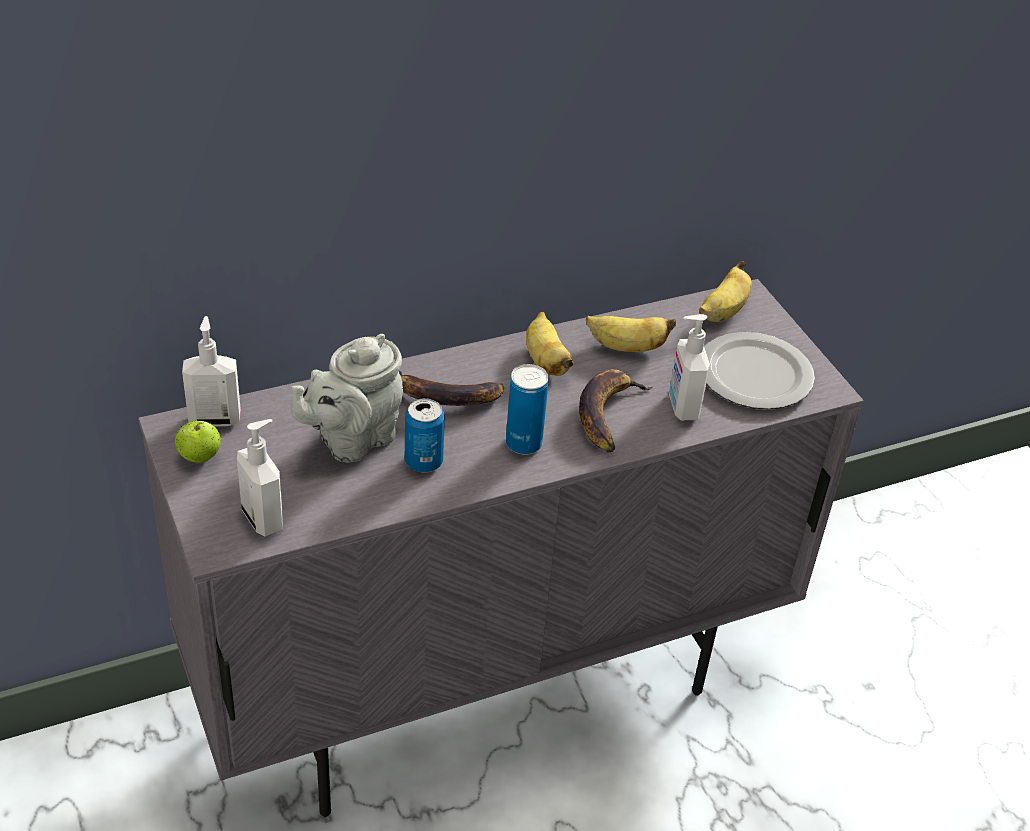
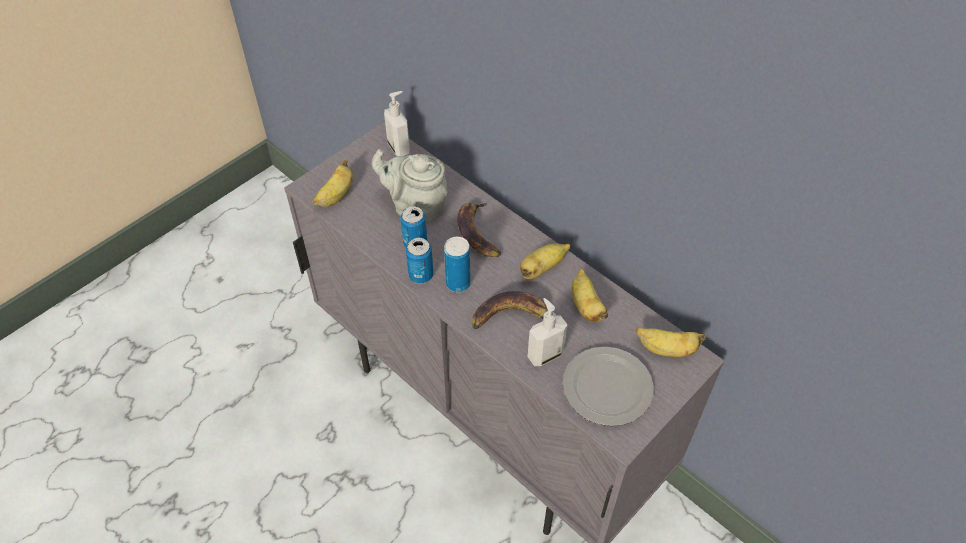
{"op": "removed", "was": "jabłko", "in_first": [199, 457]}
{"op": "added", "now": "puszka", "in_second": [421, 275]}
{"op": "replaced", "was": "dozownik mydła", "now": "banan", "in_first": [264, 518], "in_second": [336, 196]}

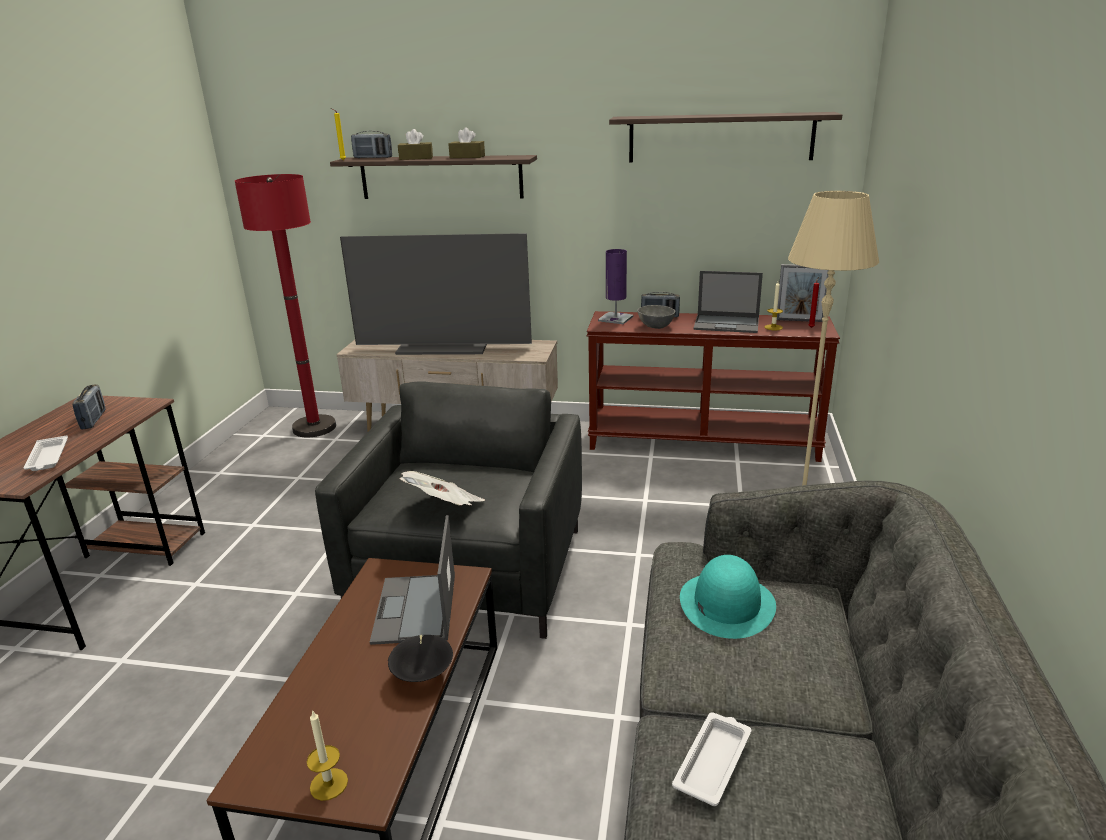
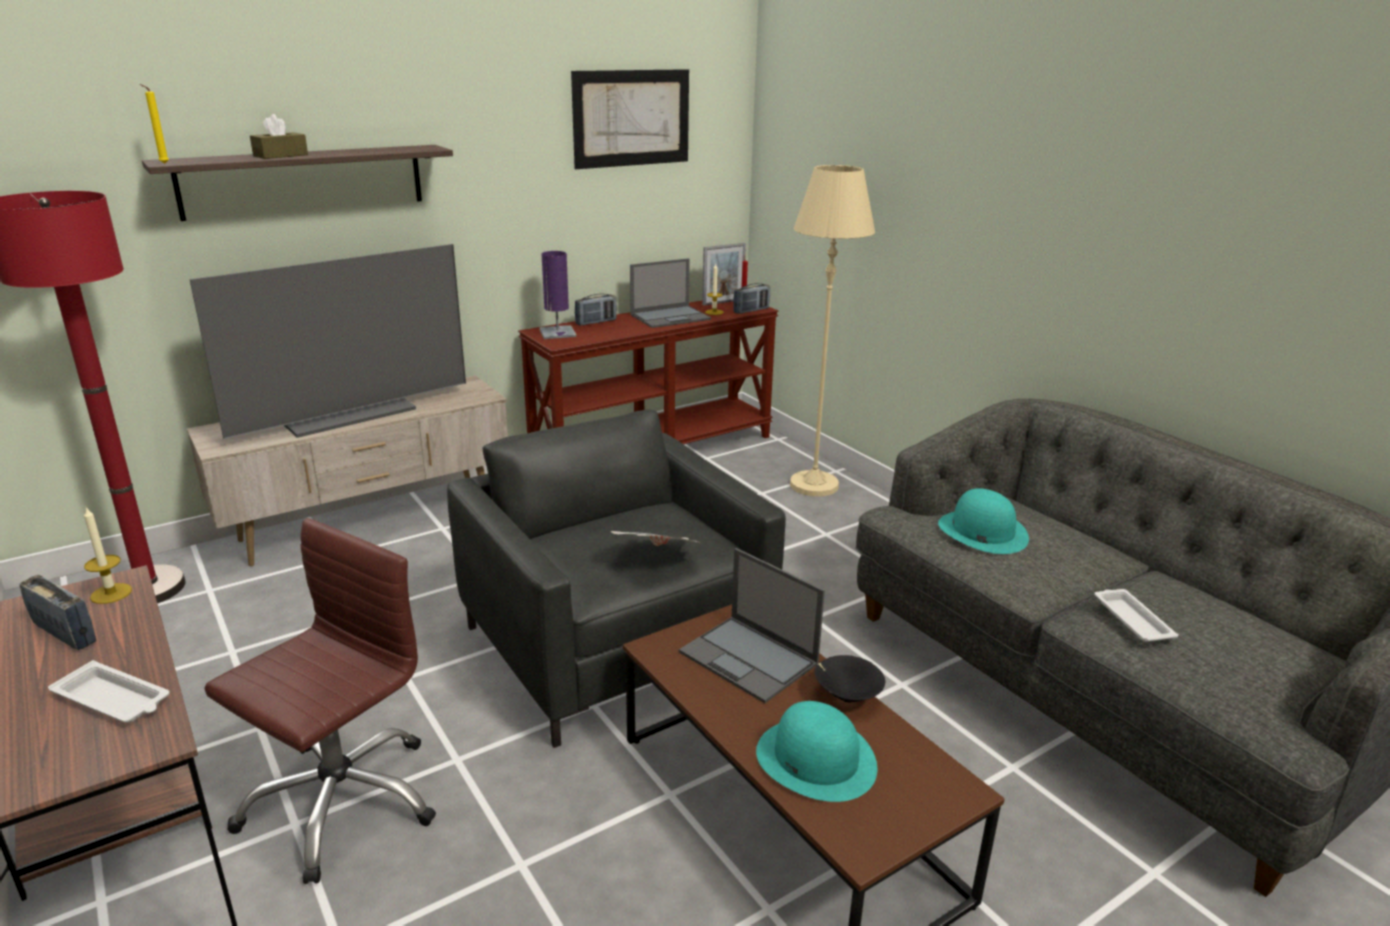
{"op": "removed", "was": "pudełko chusteczek [brązowy]", "in_first": [467, 157]}
{"op": "removed", "was": "miska [szary]", "in_first": [655, 326]}
{"op": "added", "now": "krzesło biurowe [brązowy]", "in_second": [341, 801]}
{"op": "added", "now": "kapelusz [turkusowy]", "in_second": [816, 759]}
{"op": "moved", "was": "świeca", "in_first": [329, 784], "in_second": [111, 593]}
{"op": "moved", "was": "radio", "in_first": [373, 158], "in_second": [751, 311]}
{"op": "replaced", "was": "półka", "now": "obraz", "in_first": [720, 138], "in_second": [632, 118]}

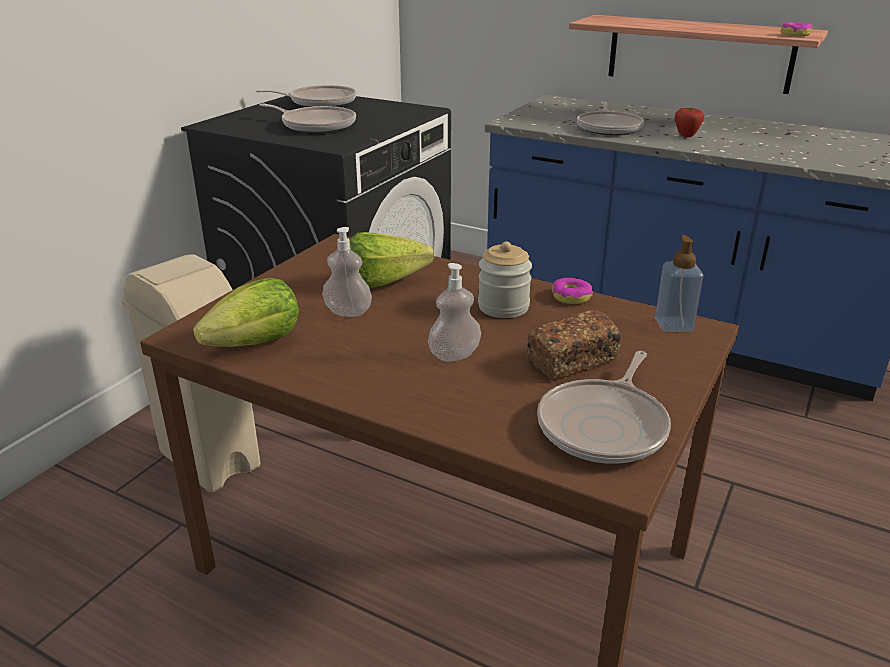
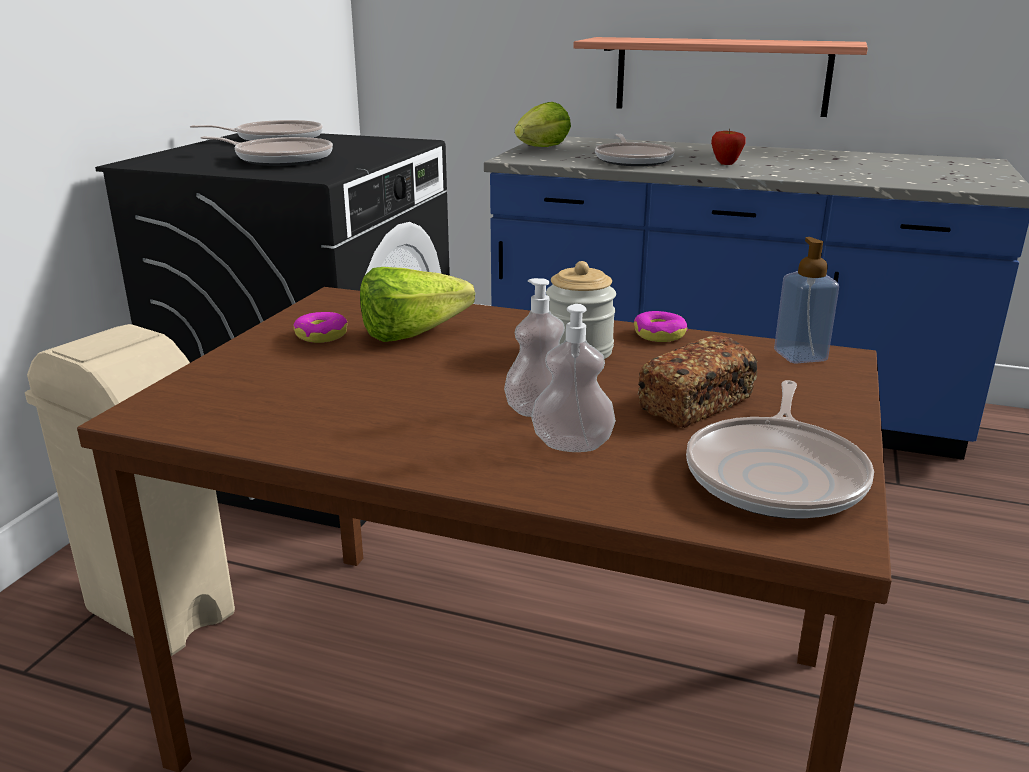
{"op": "moved", "was": "sałata", "in_first": [256, 343], "in_second": [543, 148]}
{"op": "moved", "was": "dozownik mydła", "in_first": [348, 312], "in_second": [572, 445]}
{"op": "moved", "was": "donut", "in_first": [795, 34], "in_second": [322, 335]}

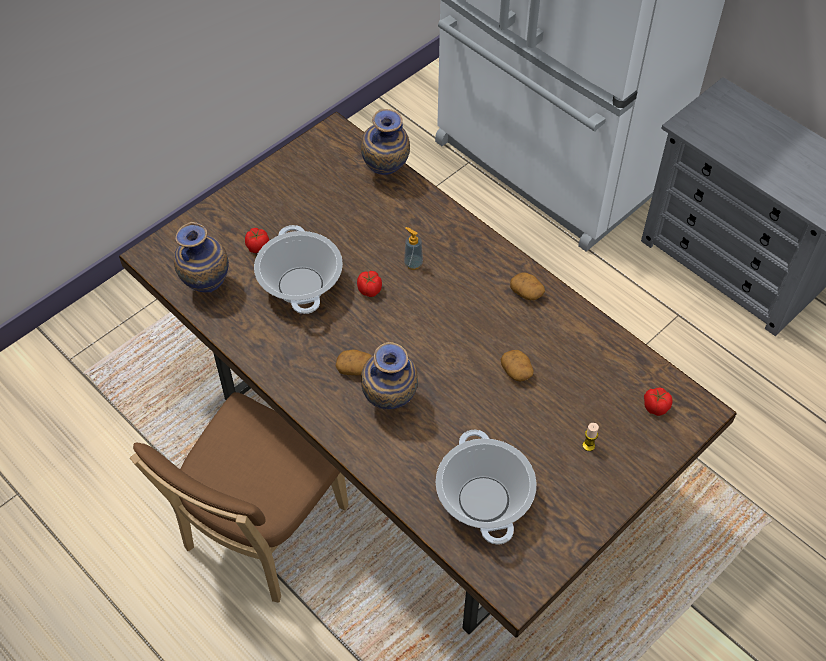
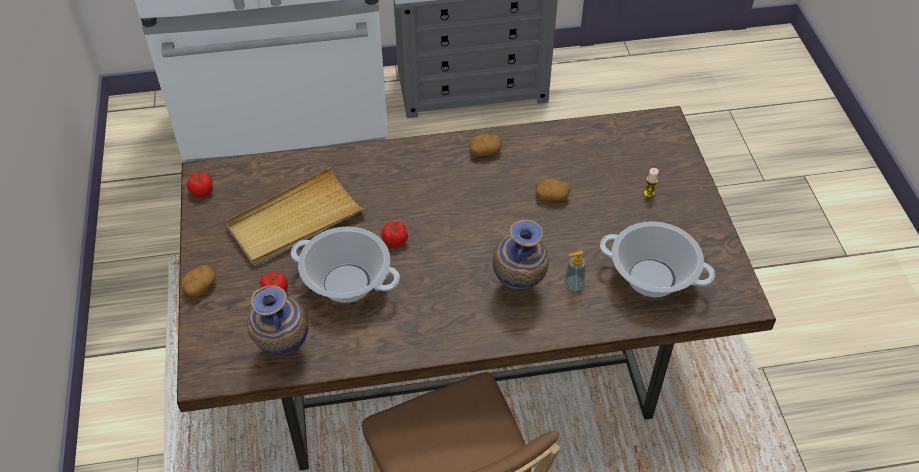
{"op": "removed", "was": "wazon", "in_first": [386, 174]}
{"op": "added", "now": "taca [beżowy]", "in_second": [295, 220]}
{"op": "moved", "was": "ziemniak", "in_first": [355, 368], "in_second": [200, 286]}
{"op": "moved", "was": "dozownik mydła", "in_first": [413, 263], "in_second": [573, 285]}
{"op": "moved", "was": "pomidor", "in_first": [655, 406], "in_second": [201, 191]}

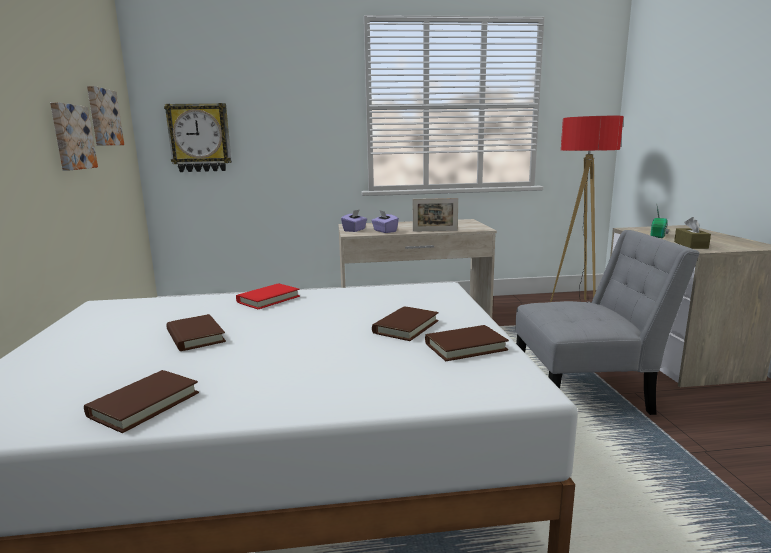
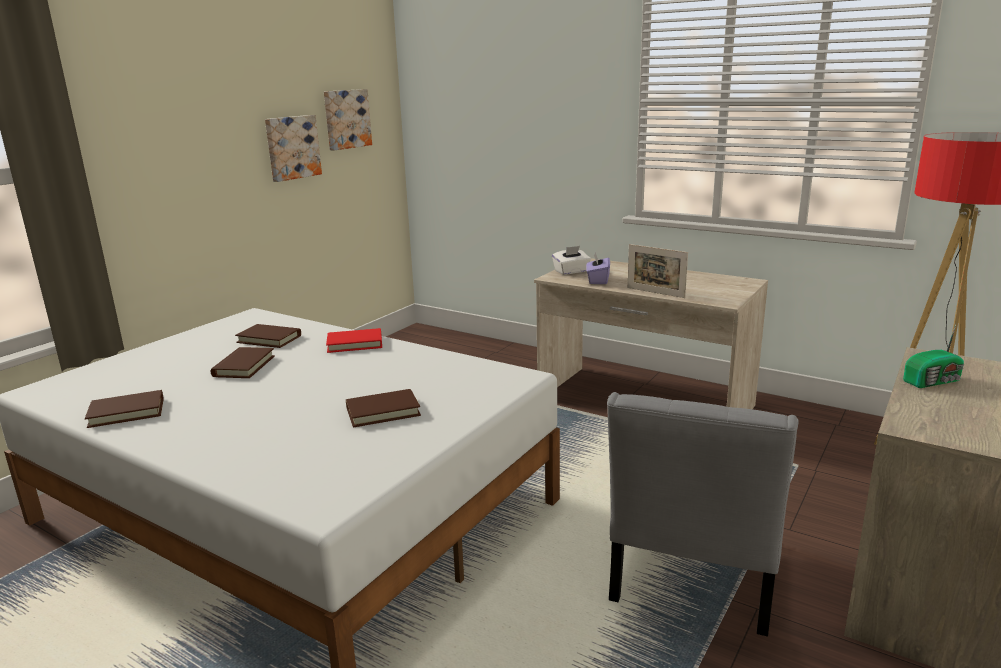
{"op": "removed", "was": "zegar ścienny", "in_first": [200, 138]}
{"op": "removed", "was": "pudełko chusteczek [brązowy]", "in_first": [690, 245]}
{"op": "moved", "was": "książka [brązowy]", "in_first": [465, 346], "in_second": [269, 339]}
{"op": "recoloured", "was": "pudełko chusteczek [fioletowy]", "now": "pudełko chusteczek [biały]", "in_first": [354, 230], "in_second": [571, 271]}
{"op": "turned", "was": "krzesło [szary]", "in_first": [587, 392], "in_second": [692, 577], "clockwise": 75}

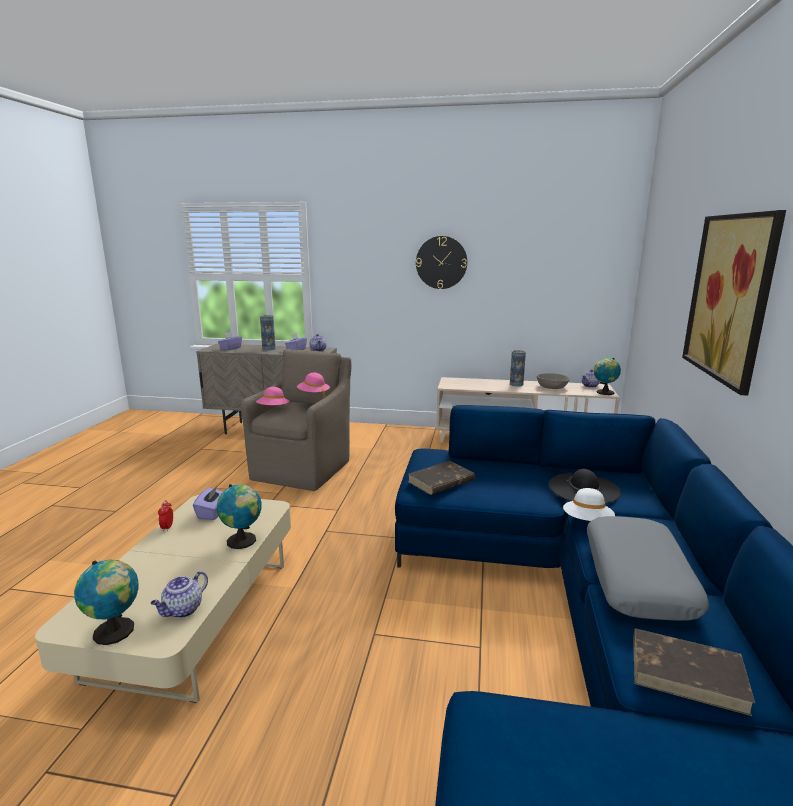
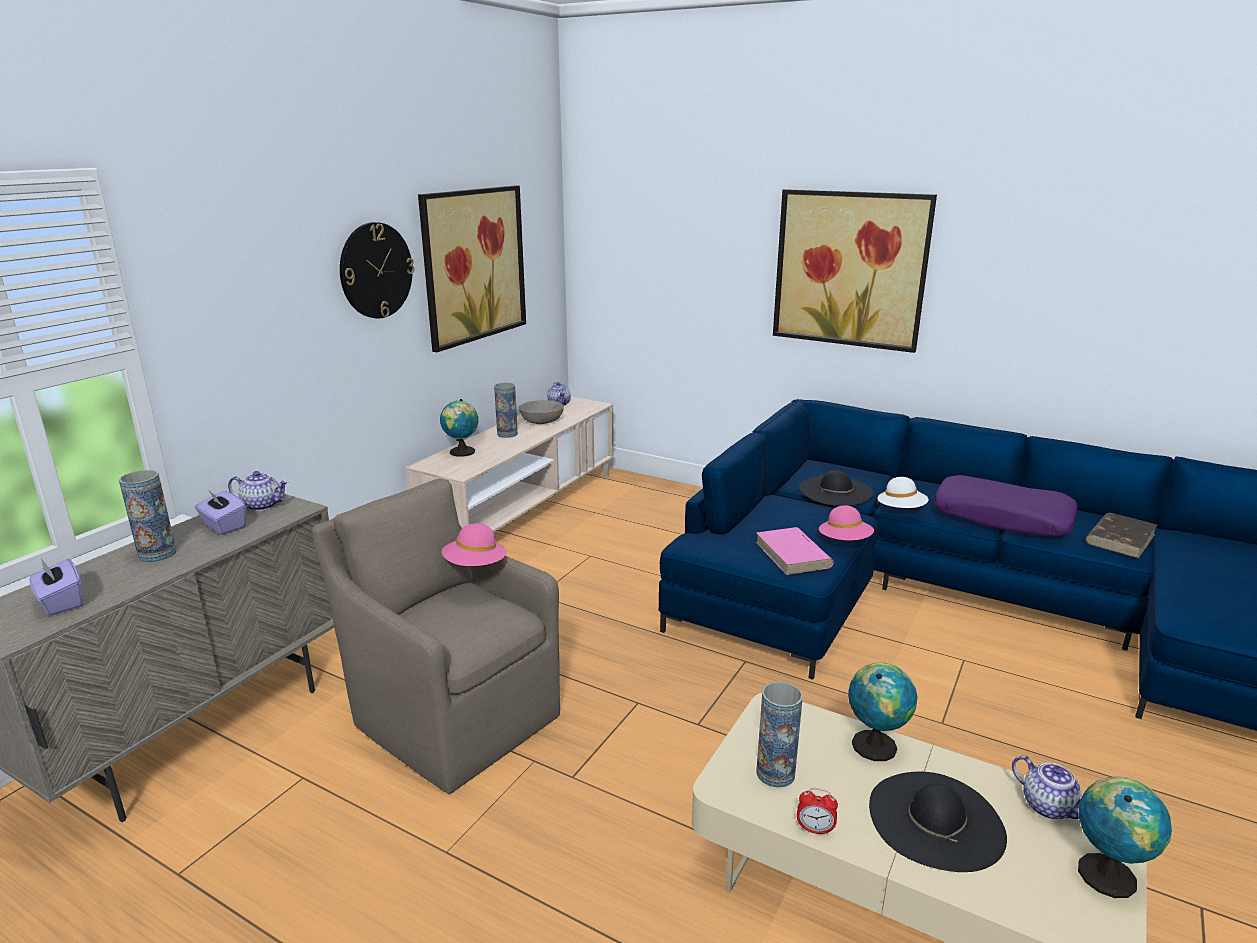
{"op": "added", "now": "obraz", "in_second": [474, 265]}
{"op": "added", "now": "kapelusz [czarny]", "in_second": [935, 820]}
{"op": "moved", "was": "kapelusz [różowy]", "in_first": [273, 409], "in_second": [845, 541]}
{"op": "moved", "was": "globus", "in_first": [604, 392], "in_second": [461, 452]}
{"op": "replaced", "was": "pudełko chusteczek [fioletowy]", "now": "wazon", "in_first": [213, 513], "in_second": [775, 773]}
{"op": "recoloured", "was": "książka [brązowy]", "now": "książka [różowy]", "in_first": [440, 481], "in_second": [793, 555]}
{"op": "recoloured", "was": "poduszka [szary]", "now": "poduszka [fioletowy]", "in_first": [638, 579], "in_second": [1002, 518]}

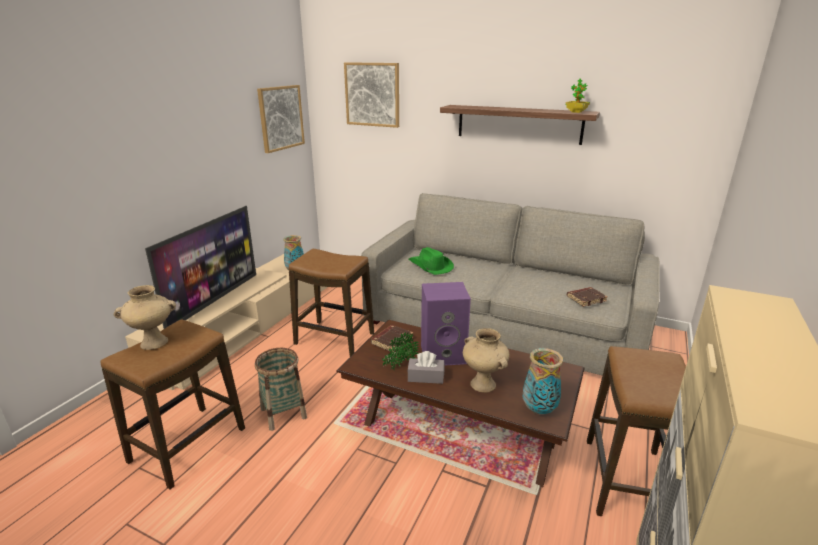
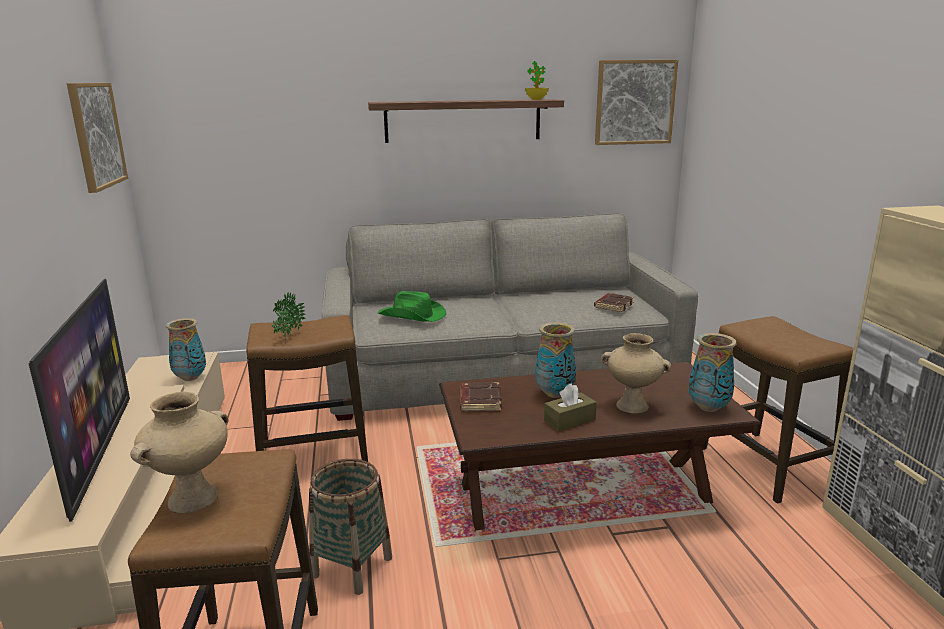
{"op": "moved", "was": "obraz", "in_first": [372, 94], "in_second": [634, 102]}
{"op": "moved", "was": "roślina doniczkowa", "in_first": [399, 366], "in_second": [288, 336]}
{"op": "replaced", "was": "głośnik [fioletowy]", "now": "wazon", "in_first": [444, 354], "in_second": [554, 394]}
{"op": "recoloured", "was": "pudełko chusteczek [szary]", "now": "pudełko chusteczek [brązowy]", "in_first": [426, 377], "in_second": [569, 420]}

